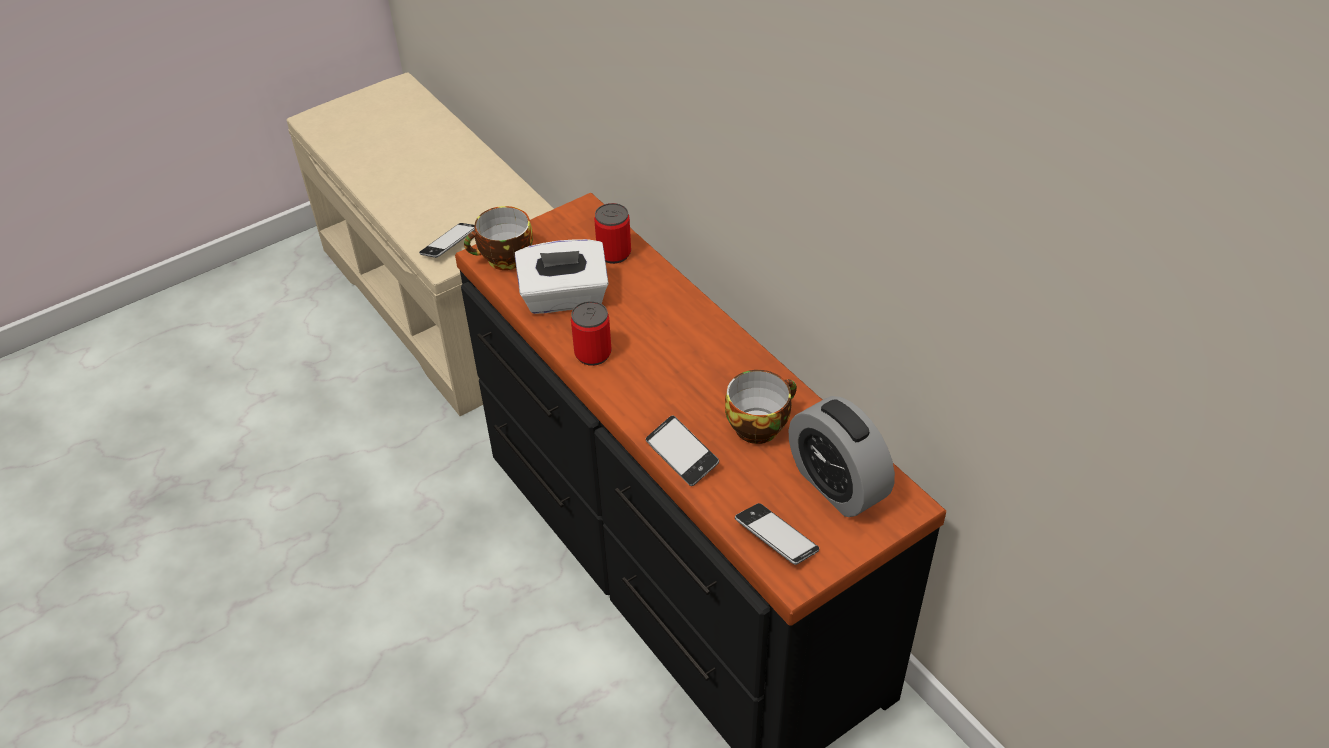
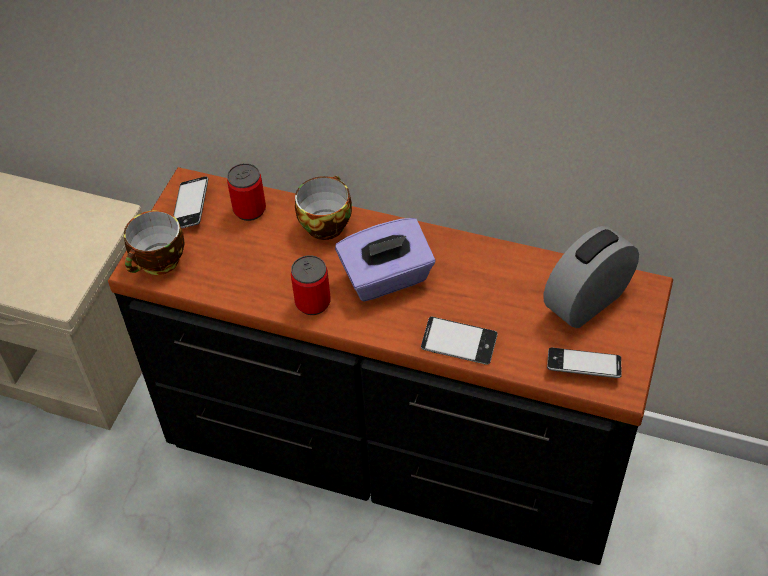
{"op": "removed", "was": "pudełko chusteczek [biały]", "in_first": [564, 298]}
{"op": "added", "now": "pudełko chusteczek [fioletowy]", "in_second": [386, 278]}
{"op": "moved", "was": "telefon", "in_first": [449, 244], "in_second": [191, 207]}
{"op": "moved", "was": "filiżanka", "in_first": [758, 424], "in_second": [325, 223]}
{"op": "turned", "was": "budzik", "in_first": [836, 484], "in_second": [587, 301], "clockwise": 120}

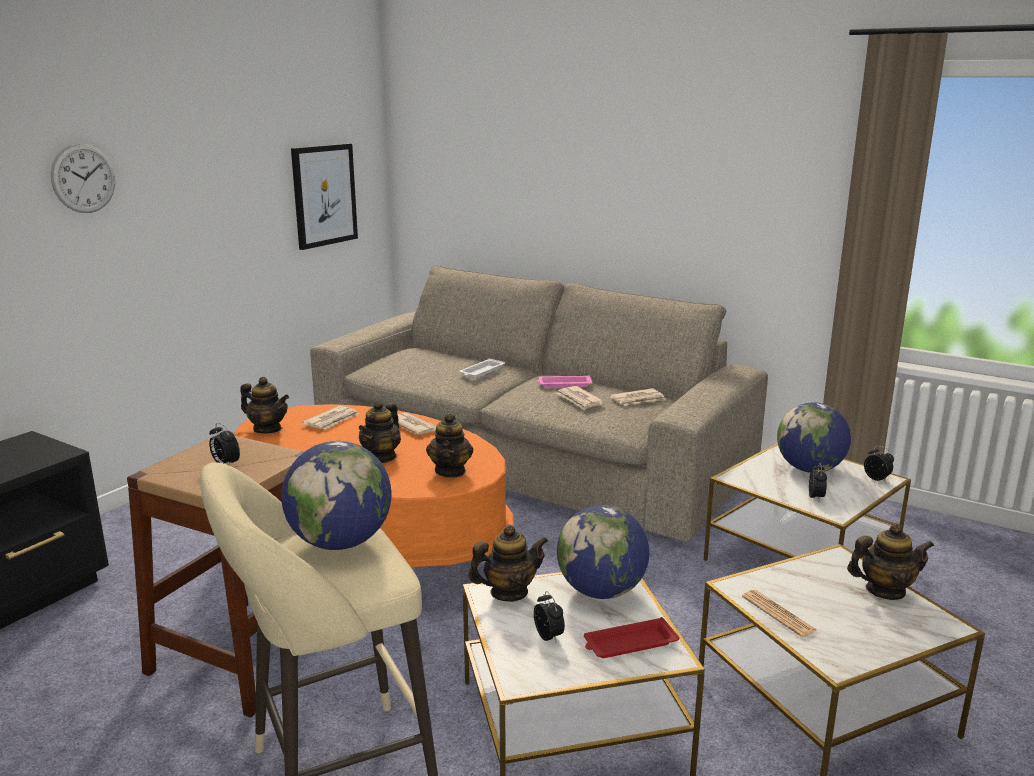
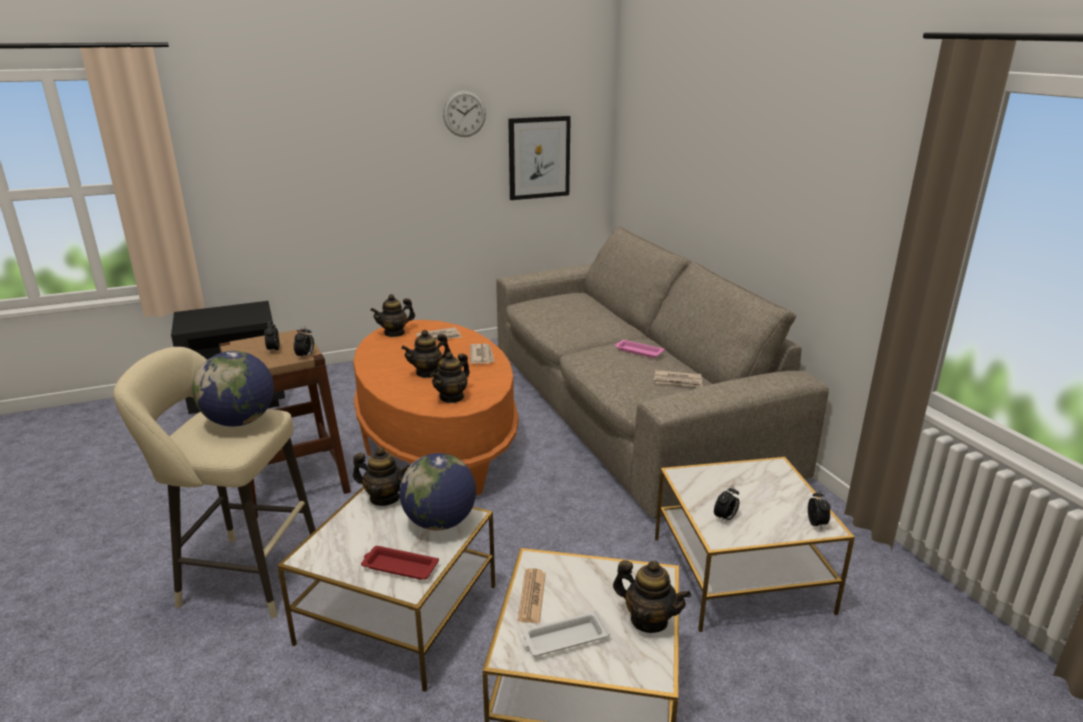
{"op": "removed", "was": "gazeta", "in_first": [579, 400]}
{"op": "removed", "was": "globus", "in_first": [809, 469]}
{"op": "moved", "was": "zegar ścienny", "in_first": [83, 178], "in_second": [464, 114]}
{"op": "moved", "was": "taca [biały]", "in_first": [481, 372], "in_second": [564, 639]}
{"op": "moved", "was": "budzik", "in_first": [549, 637], "in_second": [305, 356]}
{"op": "turned", "was": "imbryk", "in_first": [267, 429], "in_second": [394, 333], "clockwise": 90}

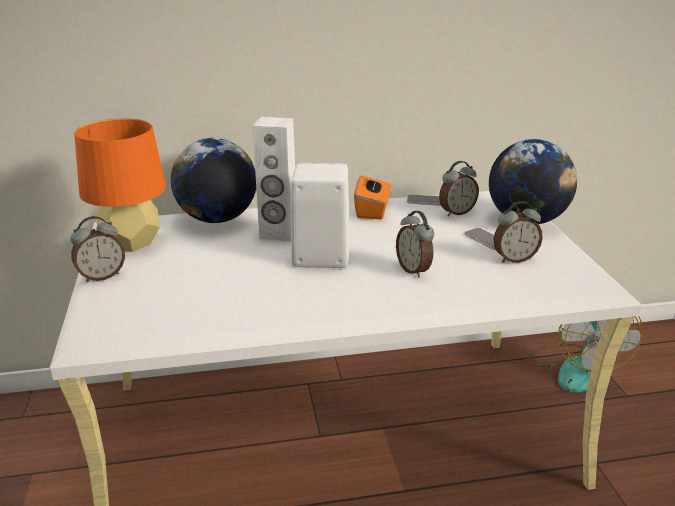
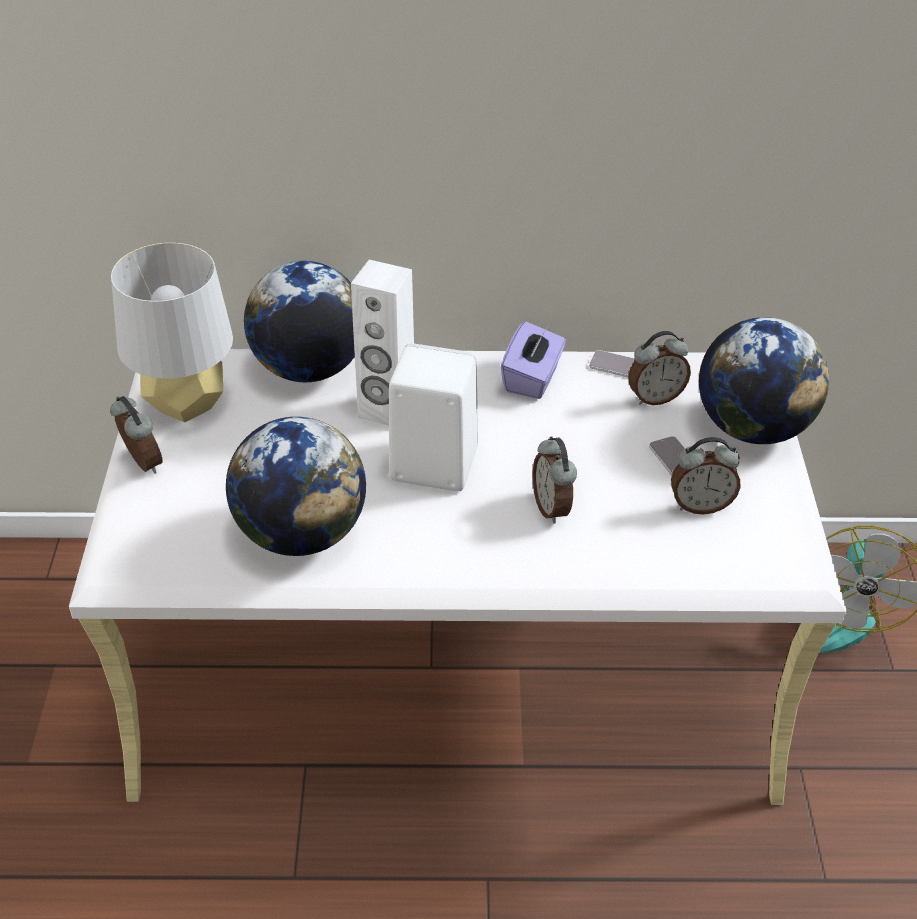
{"op": "added", "now": "globus", "in_second": [301, 534]}
{"op": "recoloured", "was": "lampa stołowa [pomarańczowy]", "now": "lampa stołowa [szary]", "in_first": [131, 243], "in_second": [186, 405]}
{"op": "recoloured", "was": "pudełko chusteczek [pomarańczowy]", "now": "pudełko chusteczek [fioletowy]", "in_first": [372, 211], "in_second": [532, 379]}
{"op": "turned", "was": "budzik", "in_first": [102, 276], "in_second": [141, 464], "clockwise": -105}

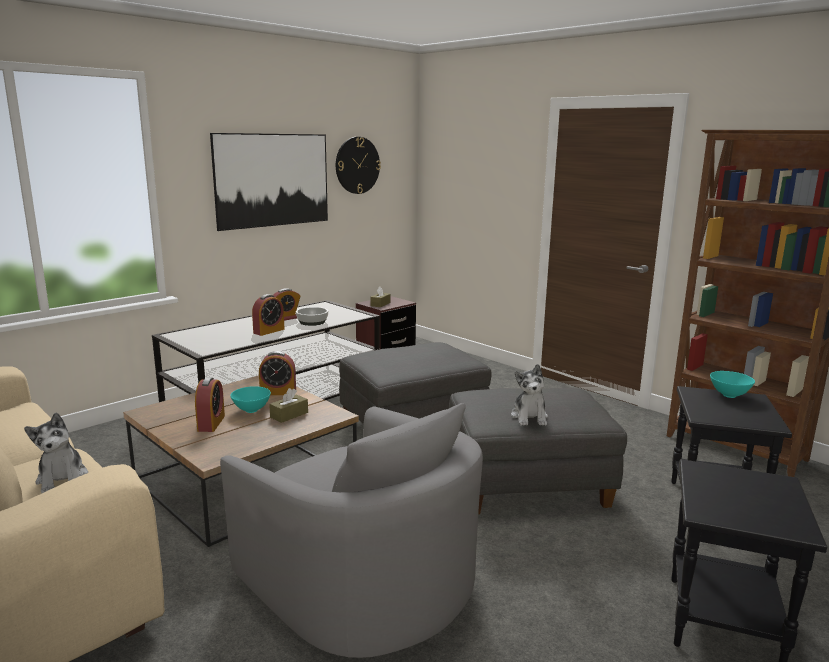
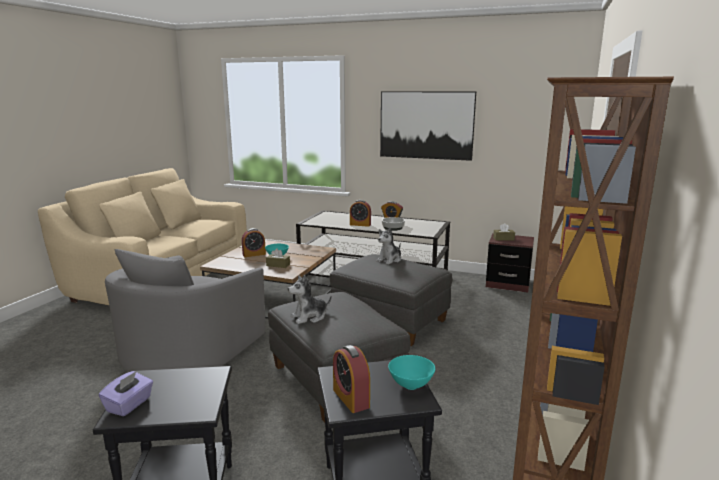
{"op": "removed", "was": "zegar ścienny", "in_first": [357, 165]}
{"op": "added", "now": "pudełko chusteczek [fioletowy]", "in_second": [129, 405]}
{"op": "moved", "was": "pluszak", "in_first": [62, 479], "in_second": [389, 260]}
{"op": "moved", "was": "budzik", "in_first": [278, 392], "in_second": [351, 398]}

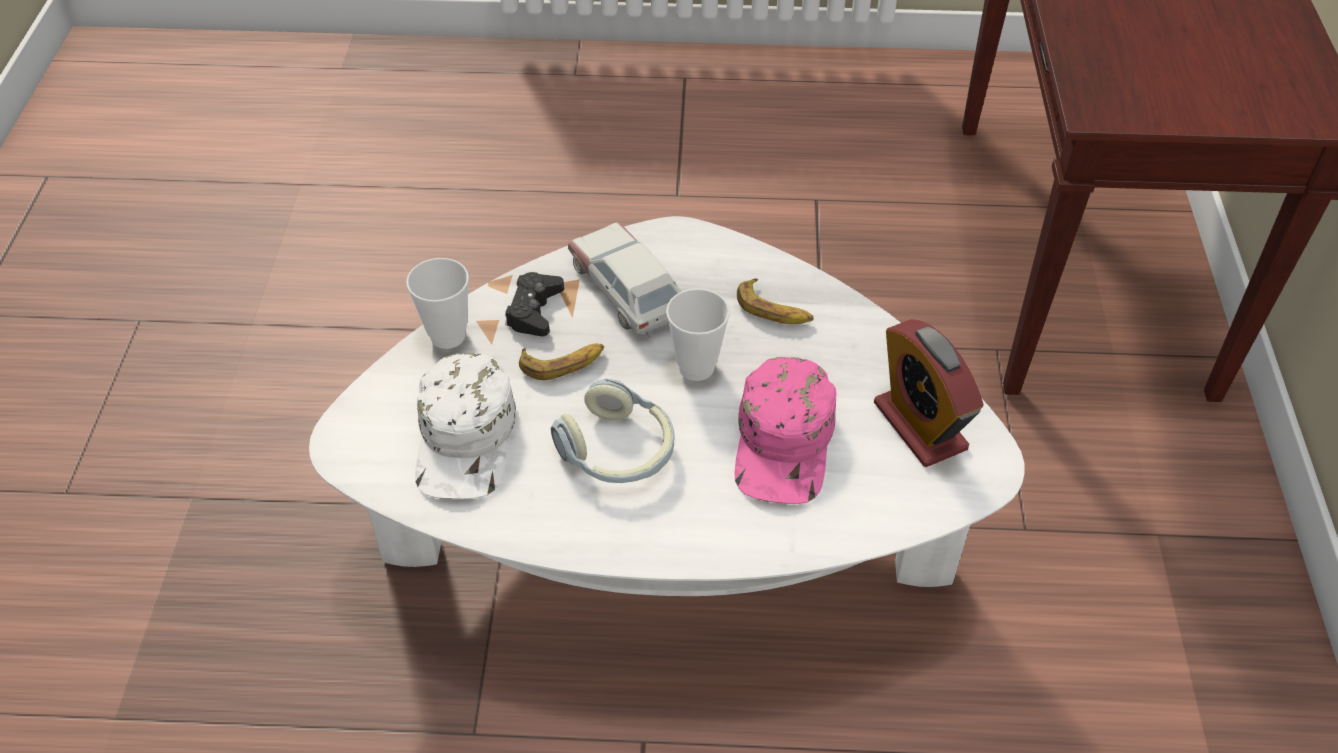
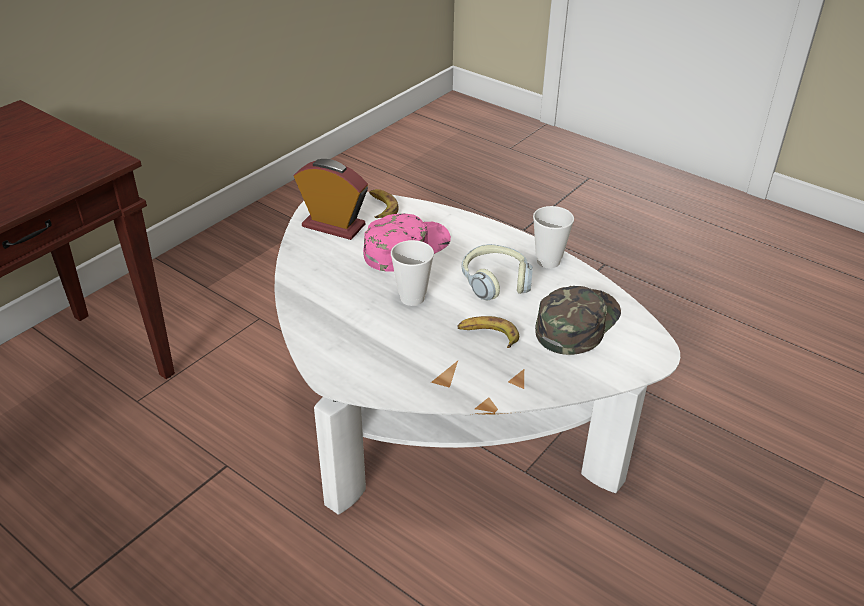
{"op": "removed", "was": "pad do gier [czarny]", "in_first": [534, 310]}
{"op": "removed", "was": "samochodzik", "in_first": [629, 290]}
{"op": "moved", "was": "filiżanka", "in_first": [448, 336], "in_second": [548, 261]}
{"op": "moved", "was": "banan", "in_first": [774, 310], "in_second": [381, 207]}
{"op": "recoloured", "was": "czapka z daszkiem [biały]", "now": "czapka z daszkiem [zielony]", "in_first": [467, 438], "in_second": [576, 323]}
{"op": "turned", "was": "budzik", "in_first": [920, 426], "in_second": [333, 226], "clockwise": -75}

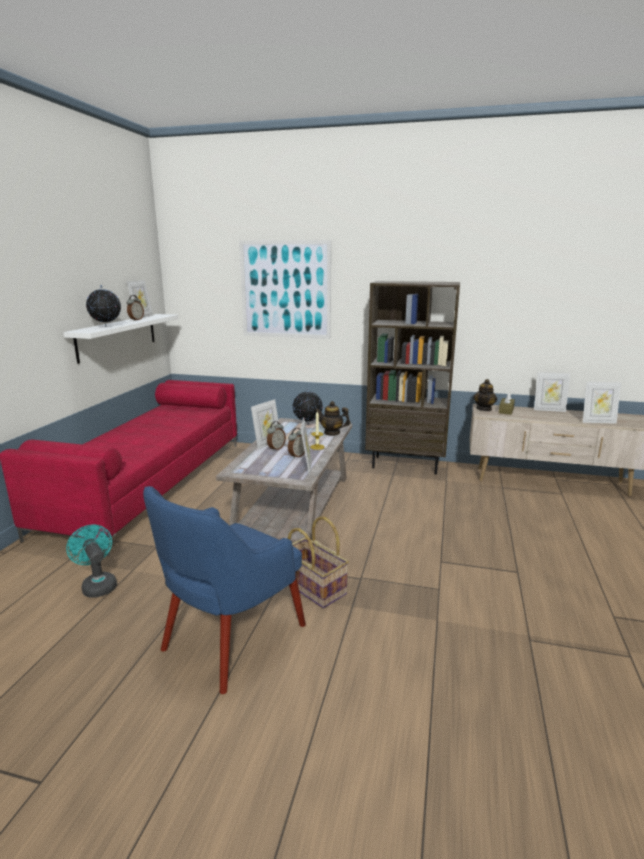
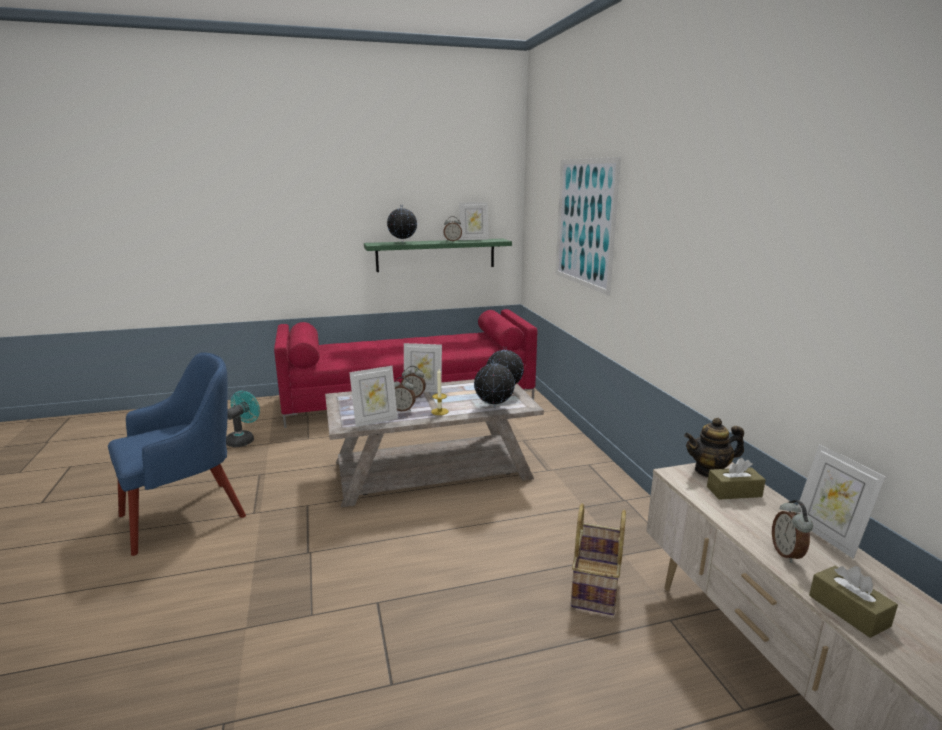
{"op": "removed", "was": "regał [brązowy]", "in_first": [406, 465]}
{"op": "added", "now": "budzik", "in_second": [787, 554]}
{"op": "moved", "was": "koszyk", "in_first": [315, 587], "in_second": [596, 586]}
{"op": "replaced", "was": "imbryk", "now": "globus", "in_first": [332, 433], "in_second": [493, 408]}
{"op": "replaced", "was": "ramka na zdjęcie", "now": "pudełko chusteczek [brązowy]", "in_first": [598, 422], "in_second": [848, 611]}
{"op": "recoloured", "was": "półka [biały]", "now": "półka [zielony]", "in_first": [117, 336], "in_second": [436, 255]}
{"op": "turned", "was": "fotel [niebieski]", "in_first": [231, 639], "in_second": [187, 514], "clockwise": 135}

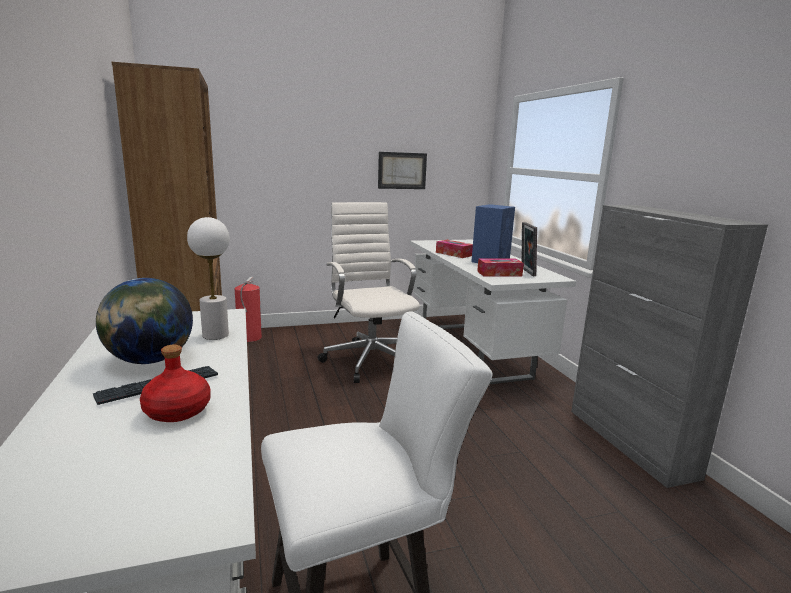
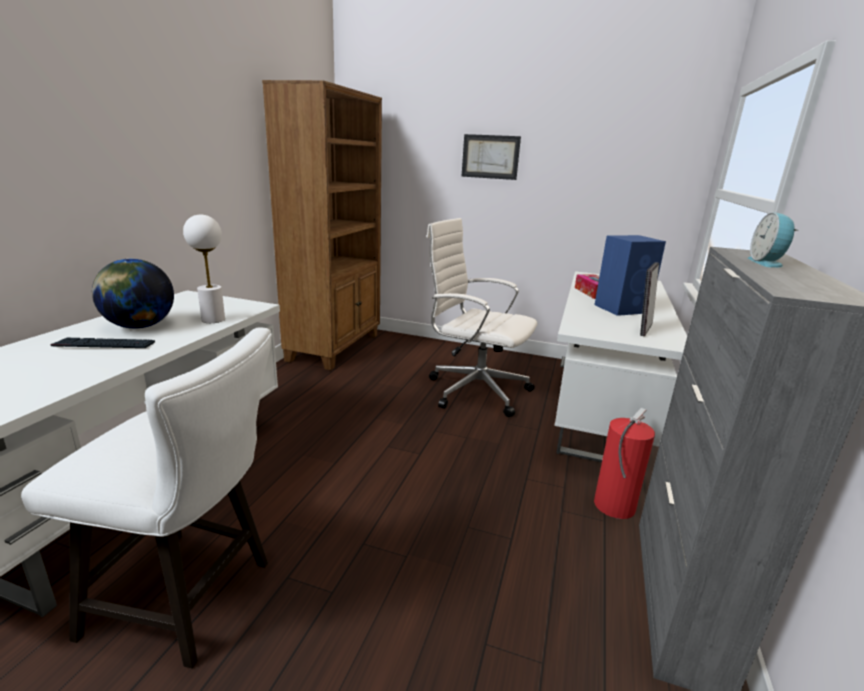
{"op": "removed", "was": "butelka [czerwony]", "in_first": [178, 410]}
{"op": "removed", "was": "pudełko chusteczek", "in_first": [499, 274]}
{"op": "added", "now": "budzik", "in_second": [767, 263]}
{"op": "moved", "was": "gaśnica", "in_first": [249, 338], "in_second": [613, 506]}
{"op": "moved", "was": "obraz", "in_first": [402, 170], "in_second": [490, 157]}
{"op": "turned", "was": "krzesło biurowe [biały]", "in_first": [370, 359], "in_second": [475, 390], "clockwise": -75}

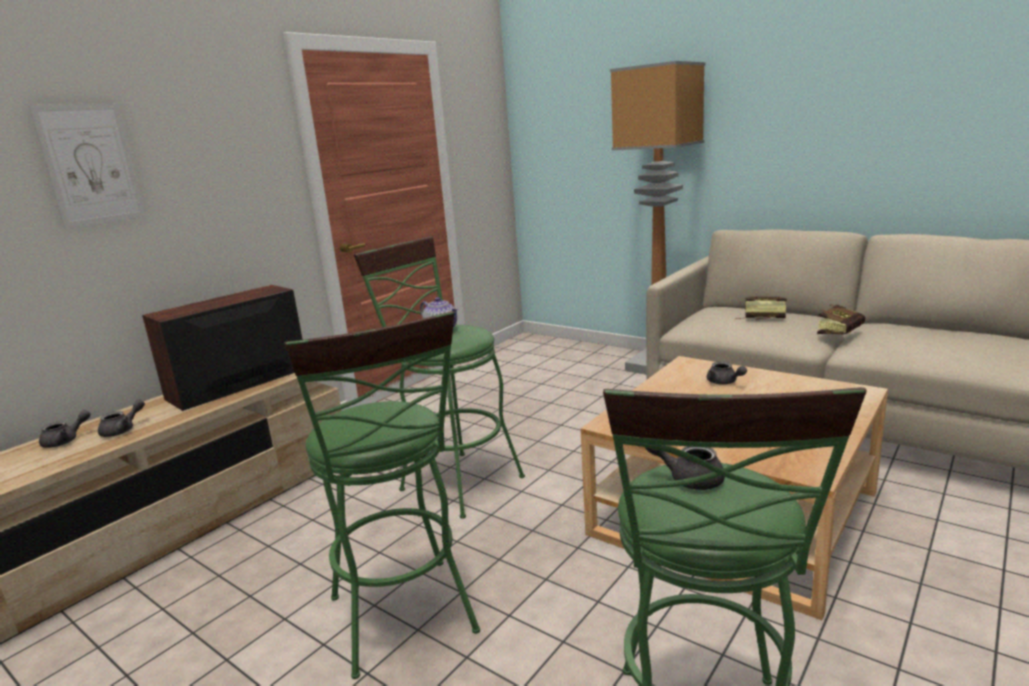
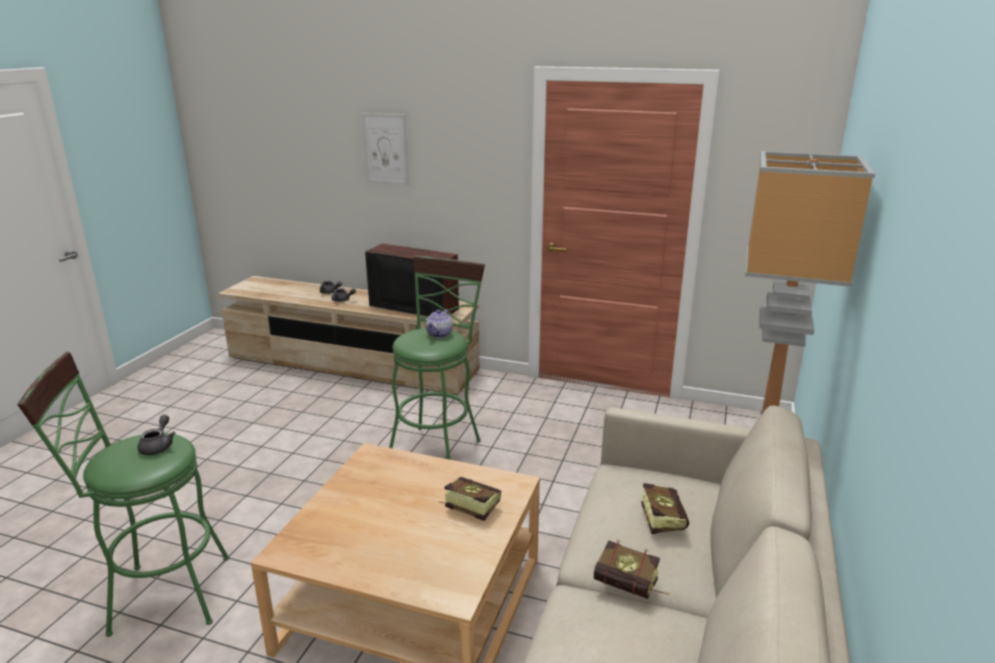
{"op": "removed", "was": "stołek [zielony]", "in_first": [406, 623]}
{"op": "replaced", "was": "imbryk [szary]", "now": "książka", "in_first": [724, 382], "in_second": [467, 507]}

